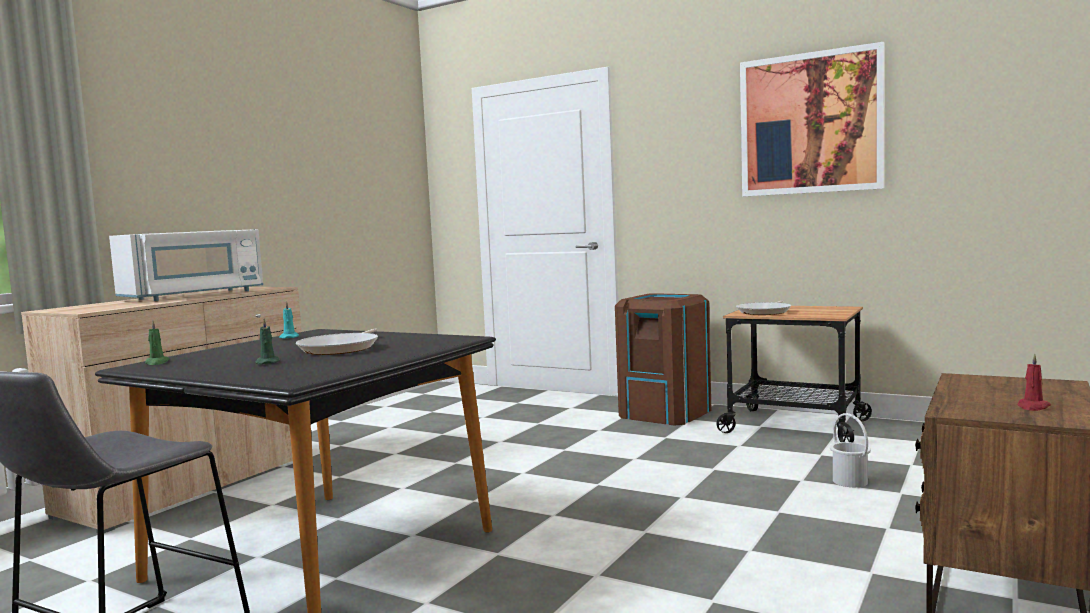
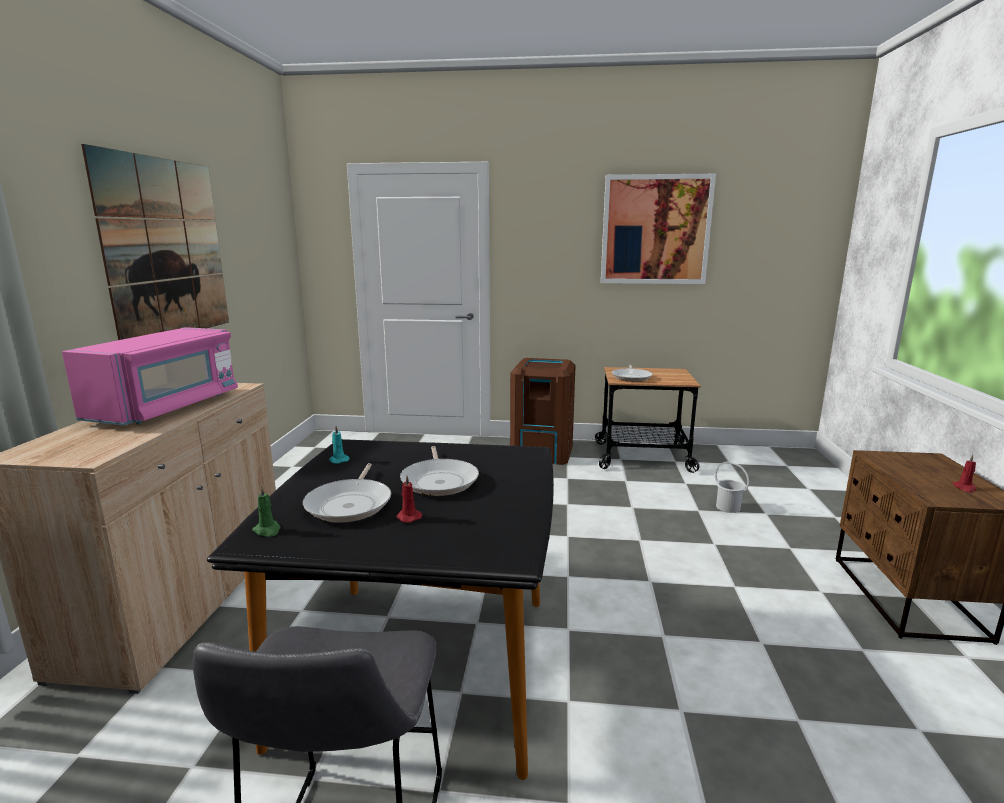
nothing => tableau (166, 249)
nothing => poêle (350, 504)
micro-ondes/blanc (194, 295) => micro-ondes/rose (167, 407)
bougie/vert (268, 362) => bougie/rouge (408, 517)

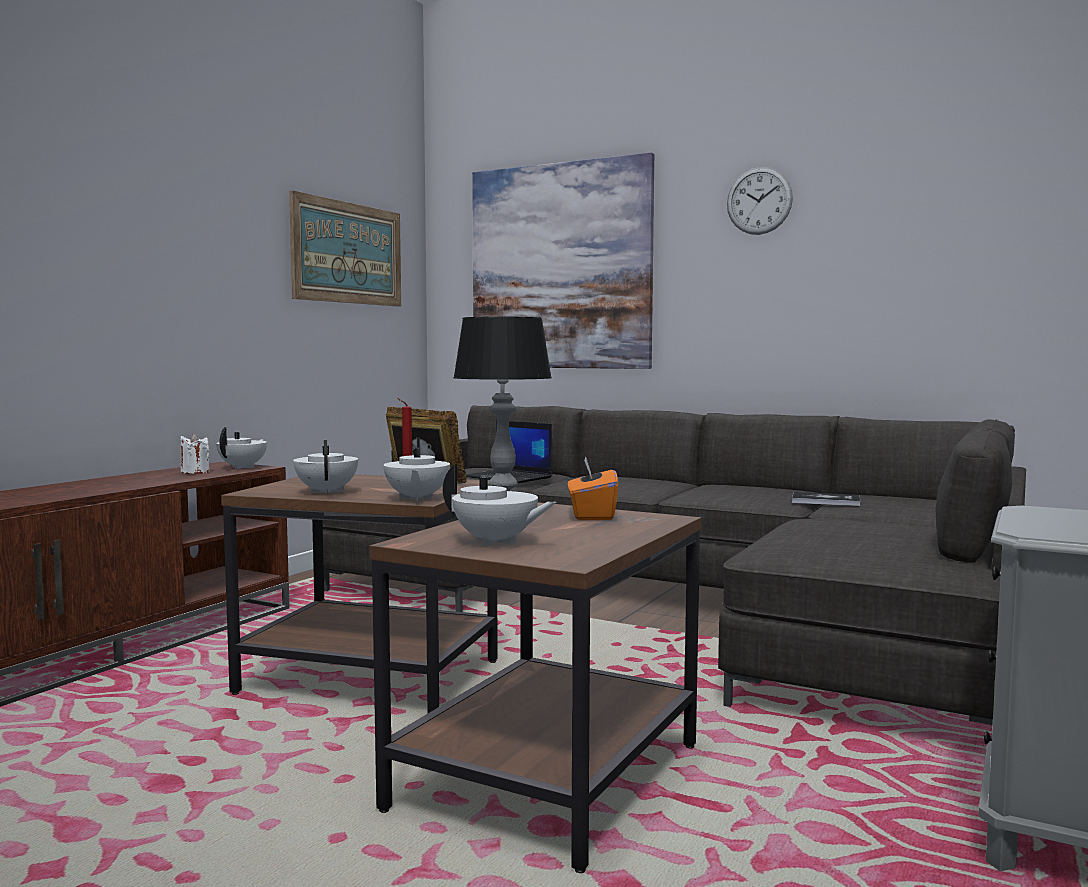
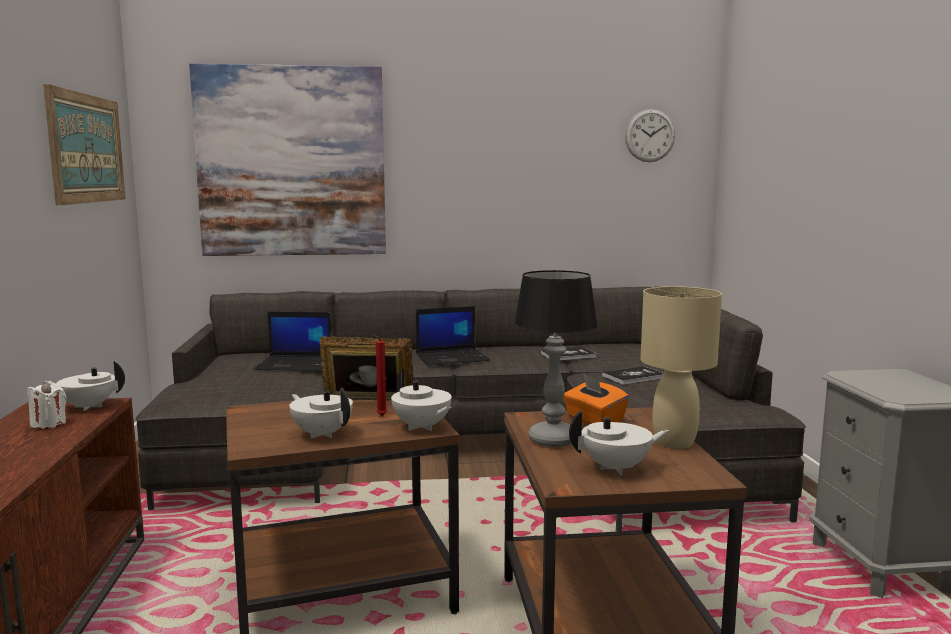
nothing => ordinateur portable (452, 358)
nothing => livre (633, 377)
nothing => lampe de table/beige (675, 442)
horloge murale (759, 201) => horloge murale (650, 135), shifted
théière/blanc (243, 467) => théière/blanc (88, 407), 75 degrees counterclockwise

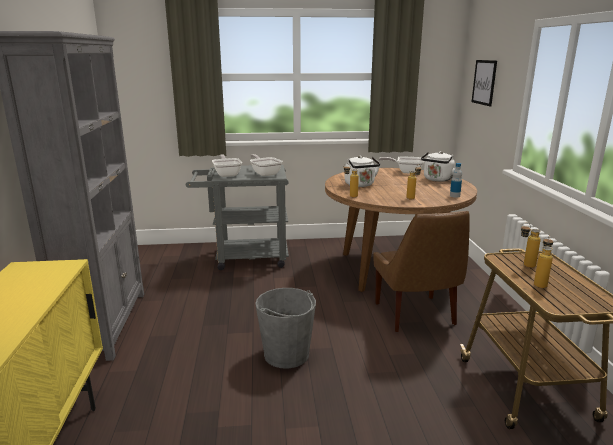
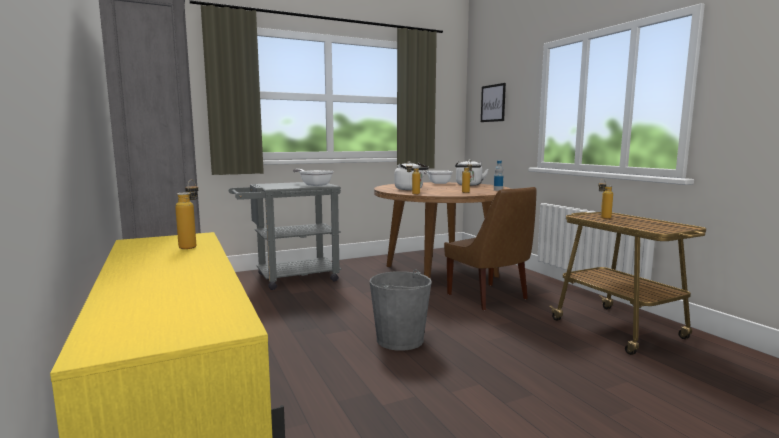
poêle (227, 174) => nothing
bouteille (540, 283) => bouteille (191, 246), shifted

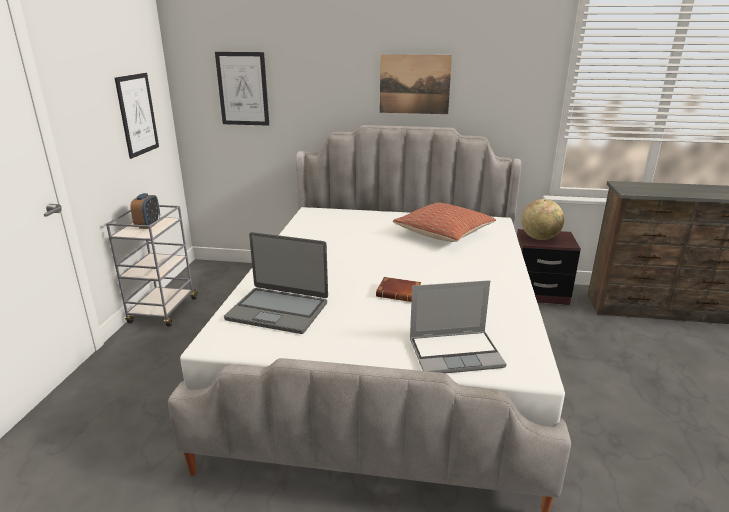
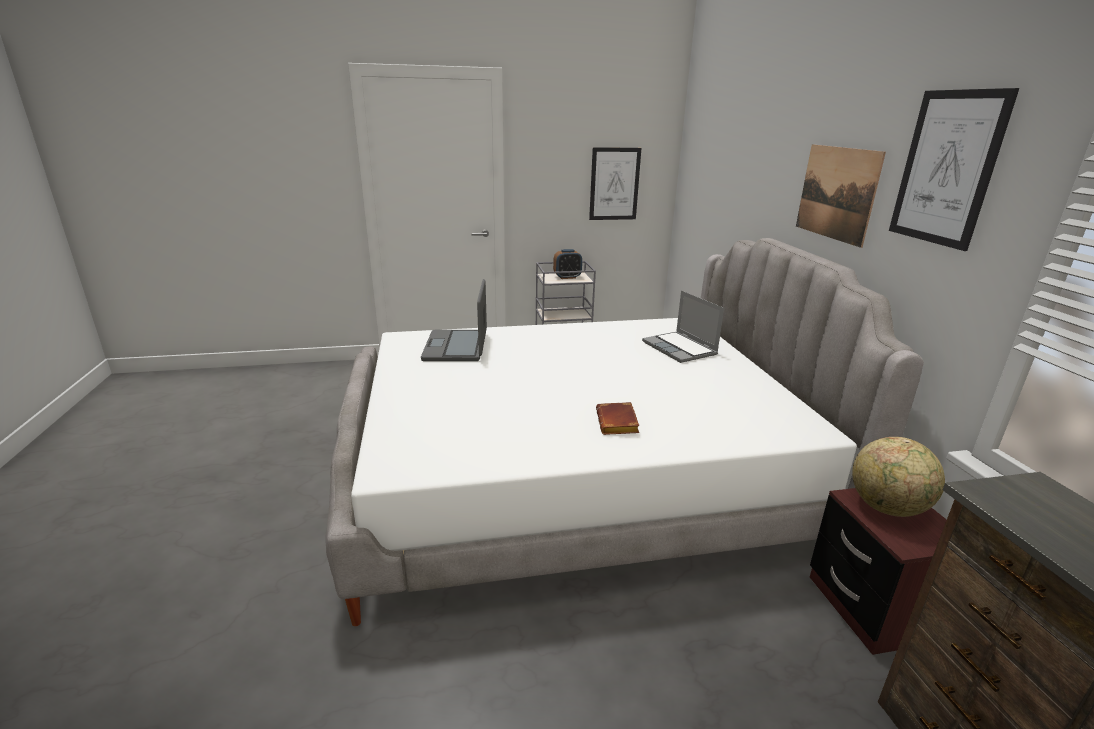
coussin (444, 233) => nothing
tableau (243, 89) => tableau (947, 168), shifted
livre/marron (400, 293) => livre/marron (618, 424), shifted
ordinateur portable (456, 353) => ordinateur portable (680, 349), shifted

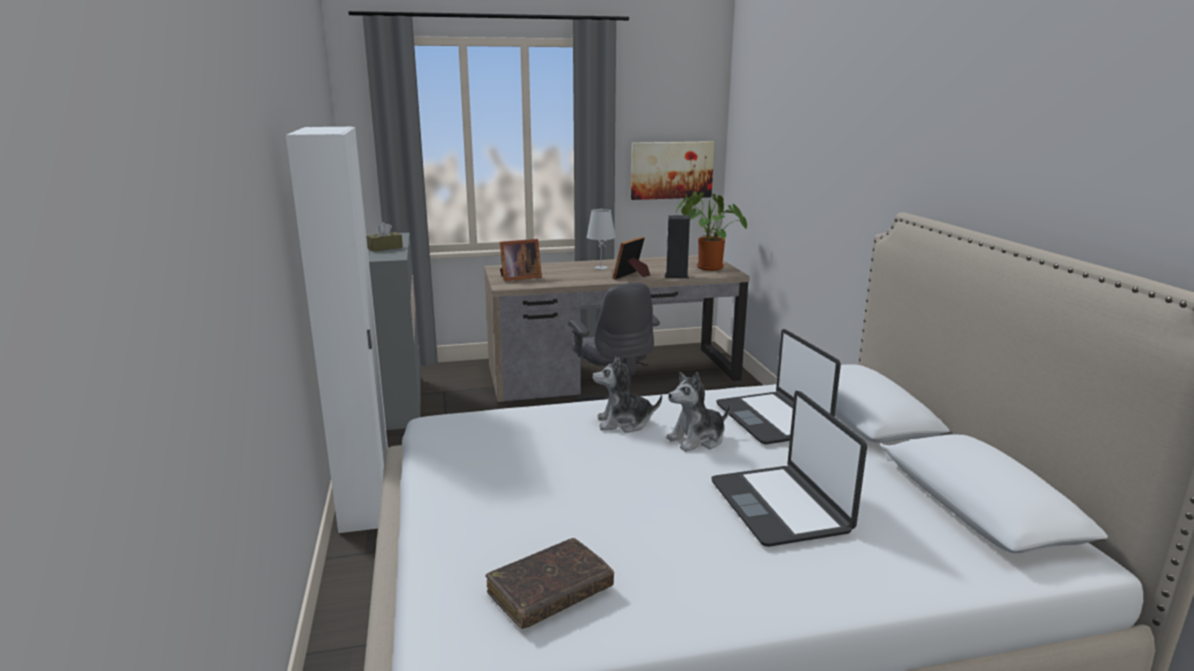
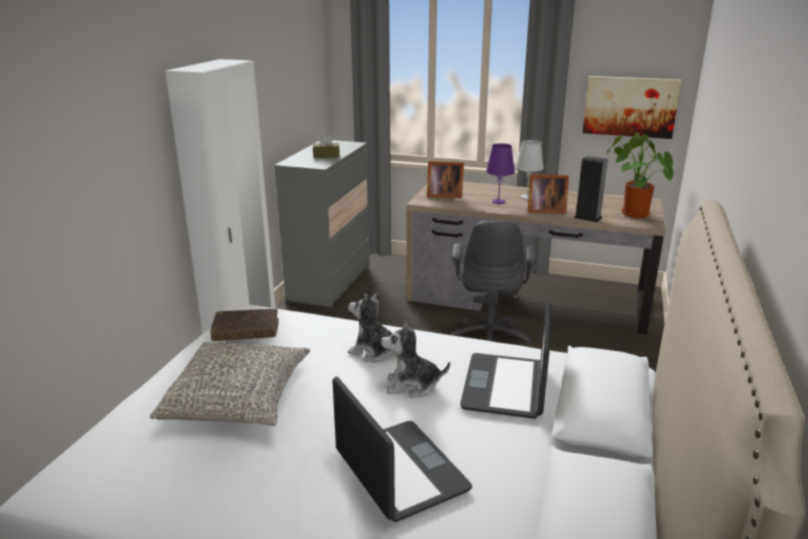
nothing => coussin/gris (238, 399)
nothing => lampe de table/violet (498, 201)
livre/marron (550, 592) => livre/marron (246, 331), shifted
cadre photo (632, 276) => cadre photo (544, 210), 150 degrees counterclockwise
ordinateur portable (780, 506) => ordinateur portable (399, 471), 135 degrees clockwise

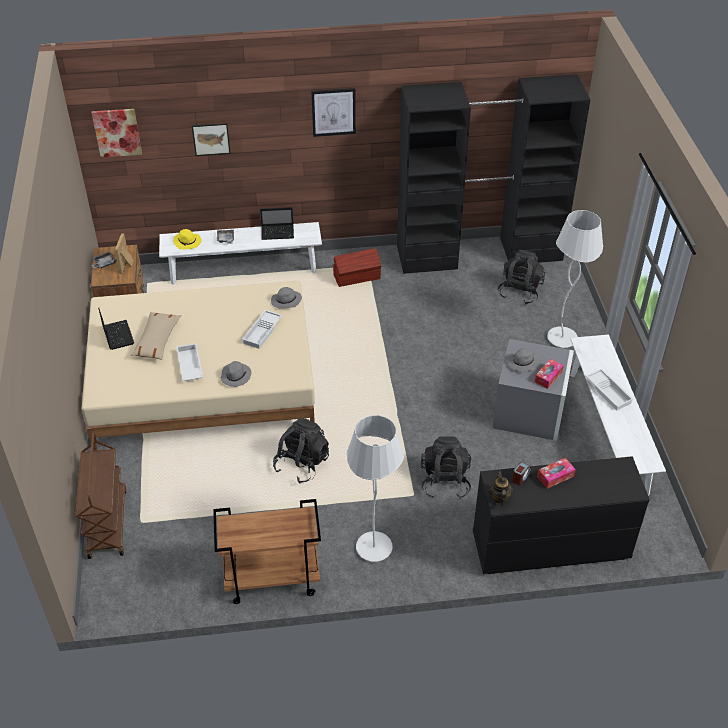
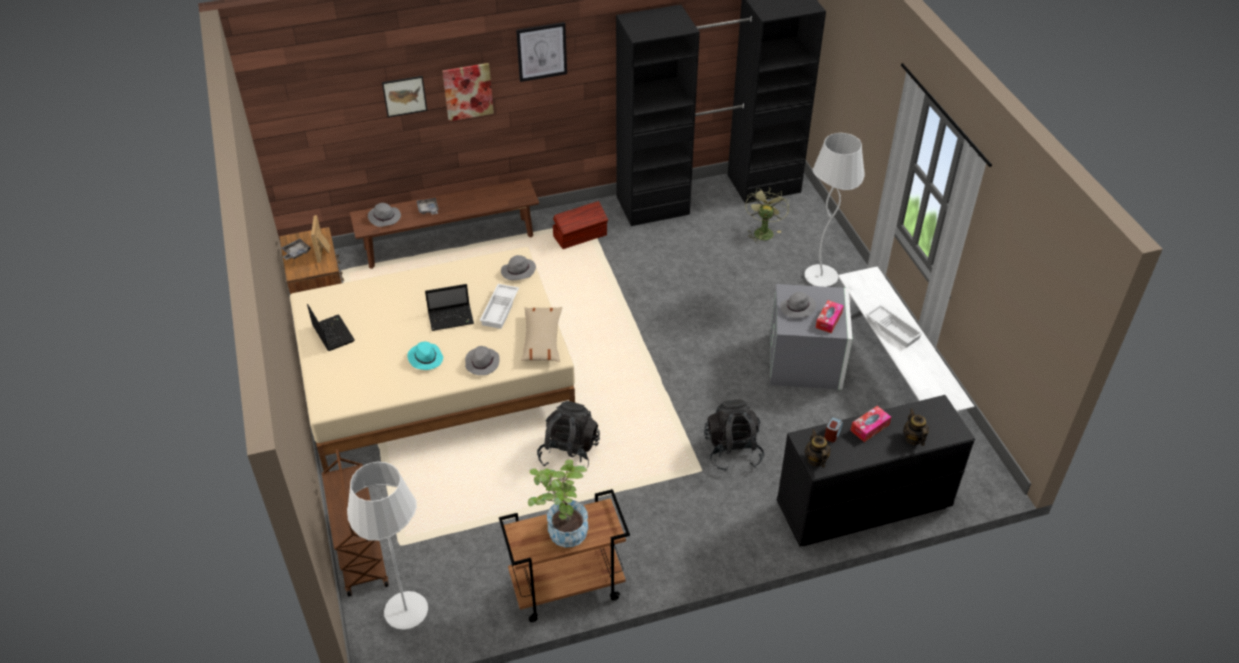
nothing => plante en pot (562, 529)
nothing => théière (913, 438)
tableau (117, 132) => tableau (468, 91), shifted
coussin/beige (157, 340) => coussin/beige (542, 340), shifted
ordinateur portable (278, 232) => ordinateur portable (452, 318), shifted
lampadaire/blanc (374, 548) => lampadaire/blanc (406, 612), shifted
plateau/blanc (189, 366) => chapeau/turquoise (425, 358)
sac à dos/noir (520, 291) => ventilateur/vert (763, 231)
banc/blanc (243, 270) => banc/marron (449, 242)
chapeau/jaune (188, 242) => chapeau/gris (385, 218)

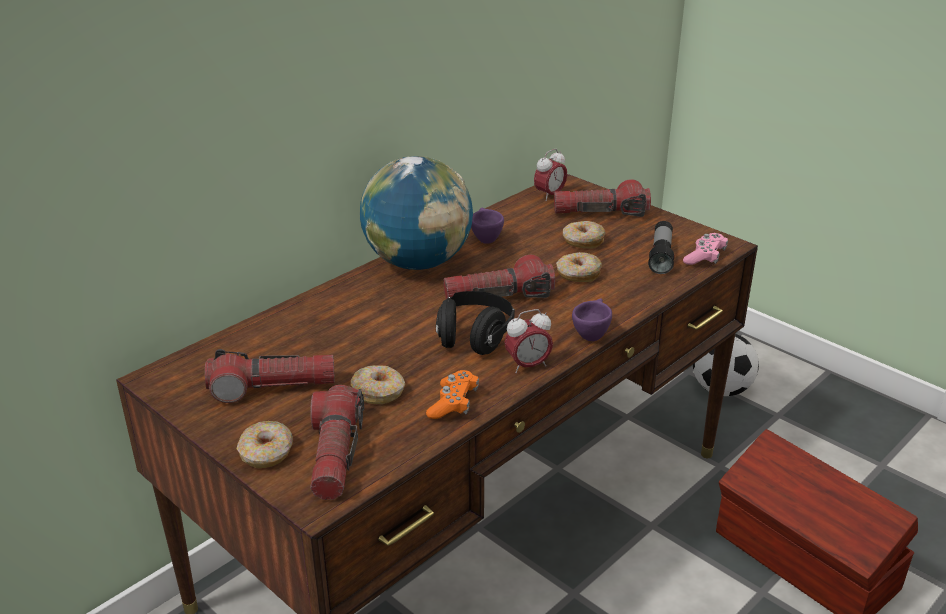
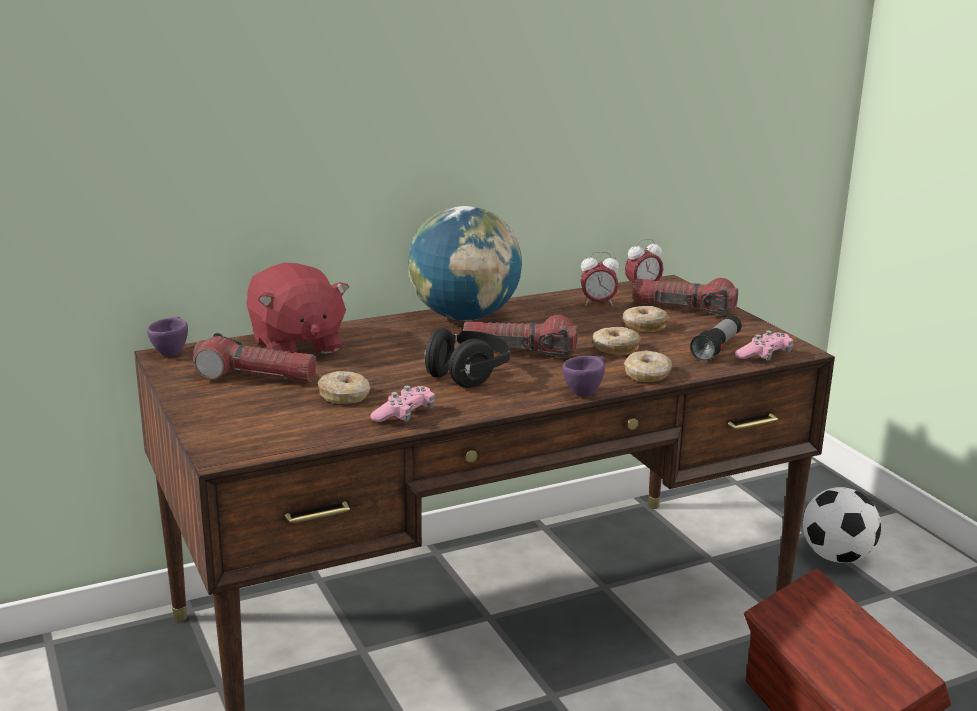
lampe de poche (335, 455) => nothing
nothing => peluche/rouge (296, 345)
beignet (266, 453) => beignet (647, 375), shifted
tasse/violet (485, 238) => tasse/violet (171, 352), shifted
réveil (527, 366) => réveil (598, 304), shifted
manette/orange (453, 404) => manette/rose (404, 415)

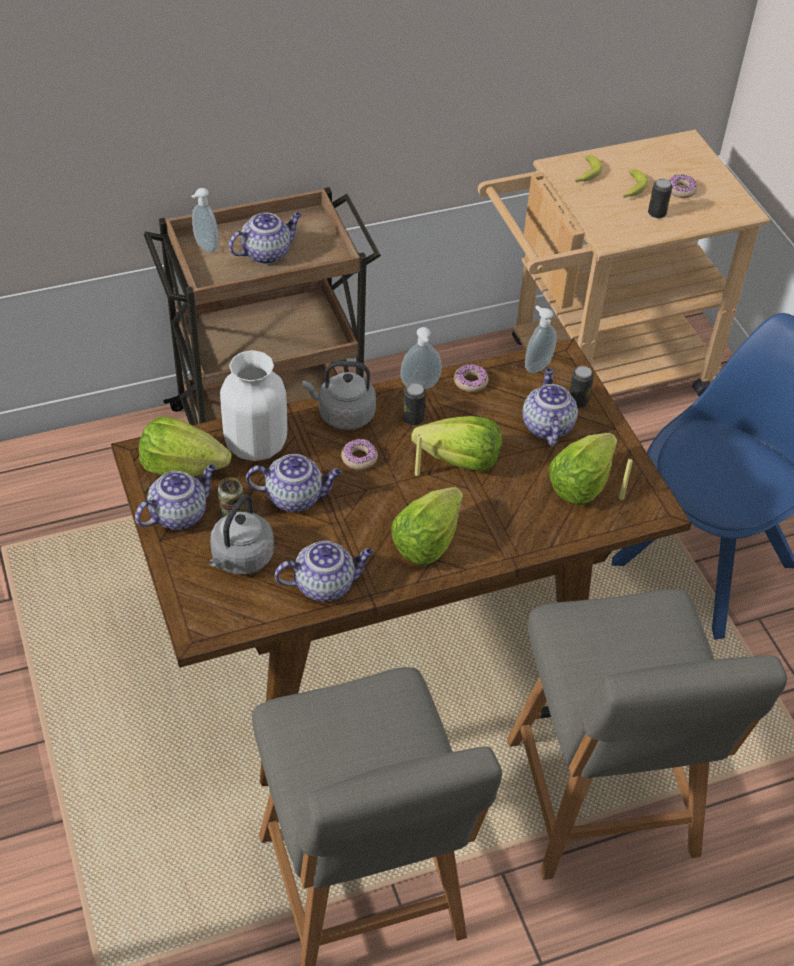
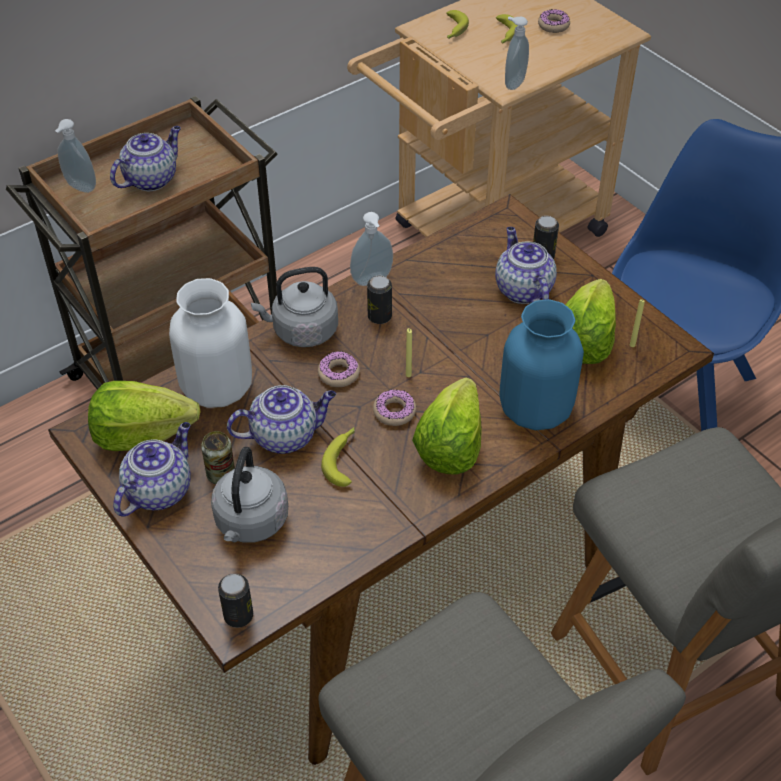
théière (325, 585) => nothing
laitue (460, 461) => nothing
nothing => banane (343, 459)
nothing => vase/bleu (535, 409)
beignet (470, 382) => beignet (394, 411), shifted
distributeur de savon (536, 365) => distributeur de savon (513, 83), shifted
boîte métallique (657, 213) => boîte métallique (238, 616), shifted

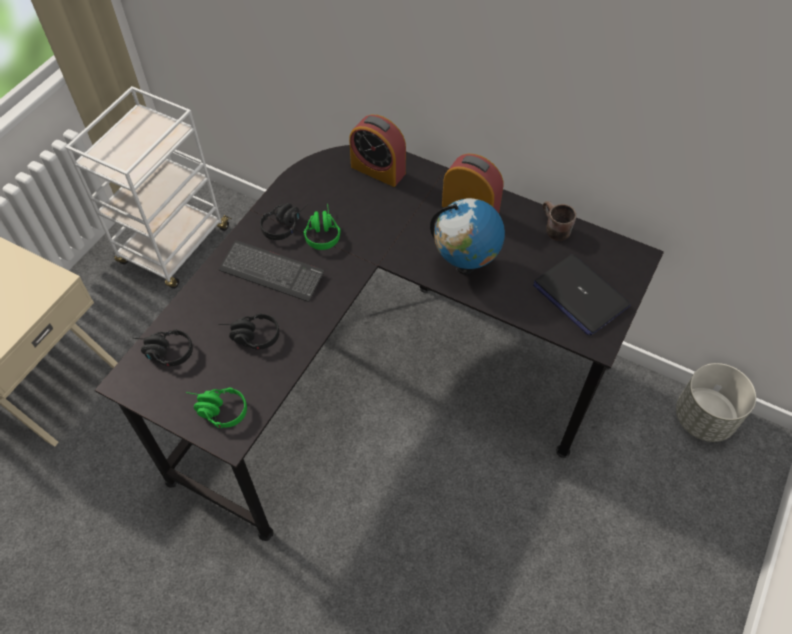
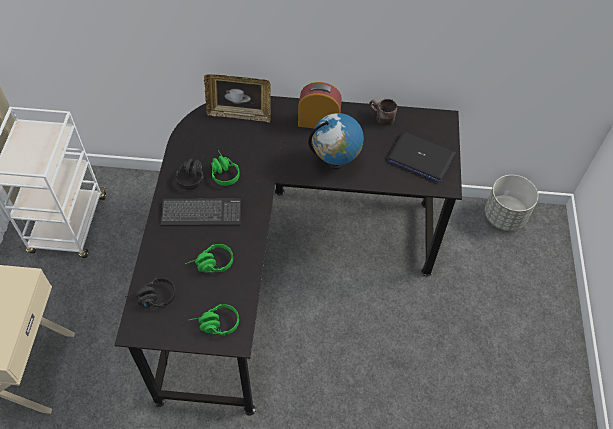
réveil (378, 170) => cadre photo (239, 114)
casque audio/noir (249, 337) => casque audio/vert (210, 265)

